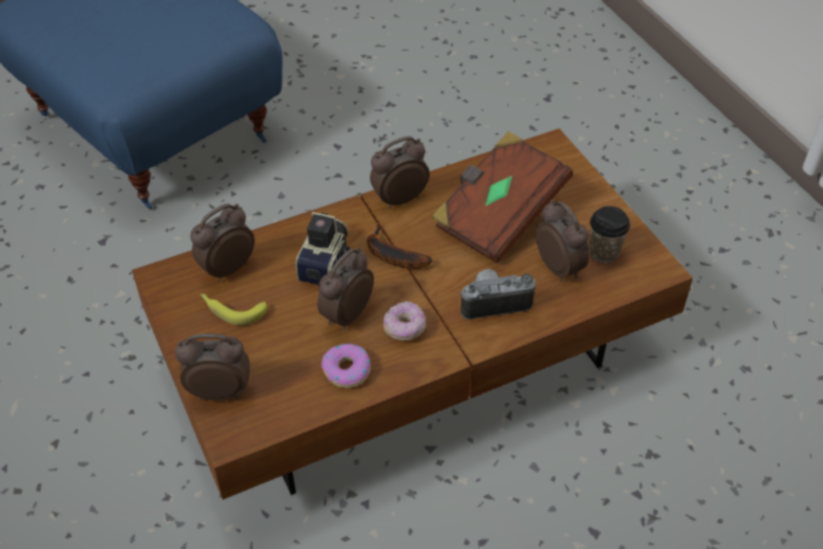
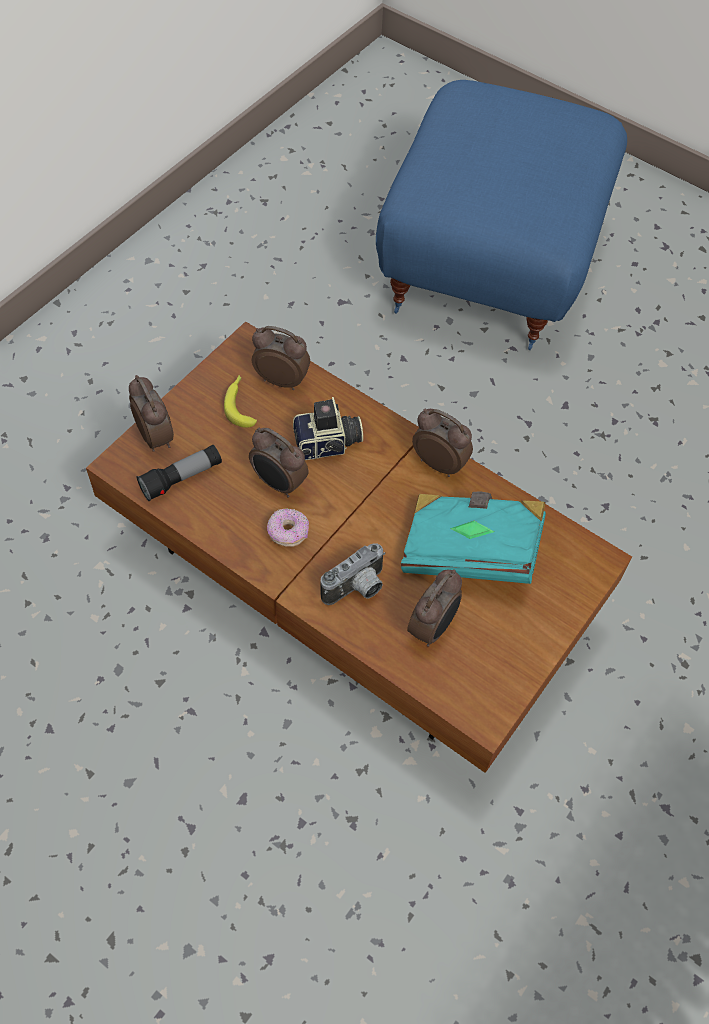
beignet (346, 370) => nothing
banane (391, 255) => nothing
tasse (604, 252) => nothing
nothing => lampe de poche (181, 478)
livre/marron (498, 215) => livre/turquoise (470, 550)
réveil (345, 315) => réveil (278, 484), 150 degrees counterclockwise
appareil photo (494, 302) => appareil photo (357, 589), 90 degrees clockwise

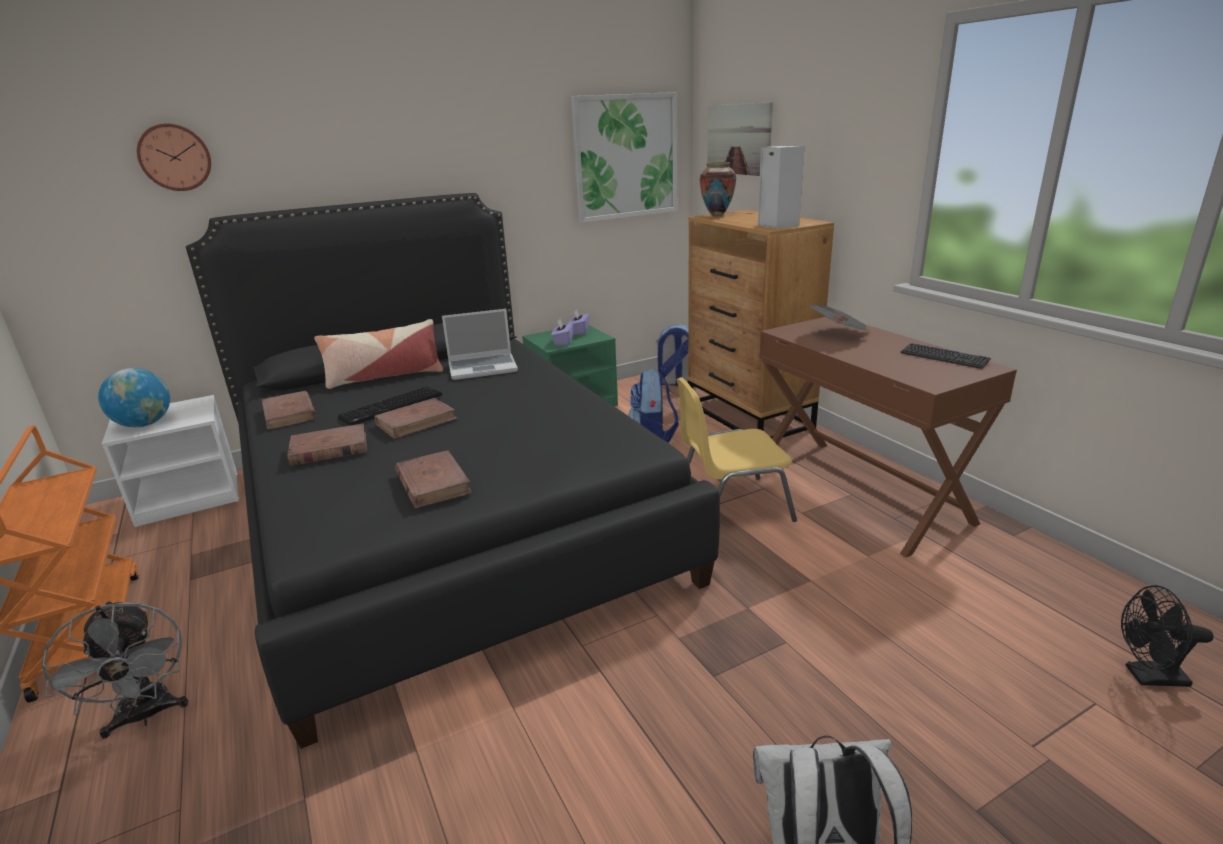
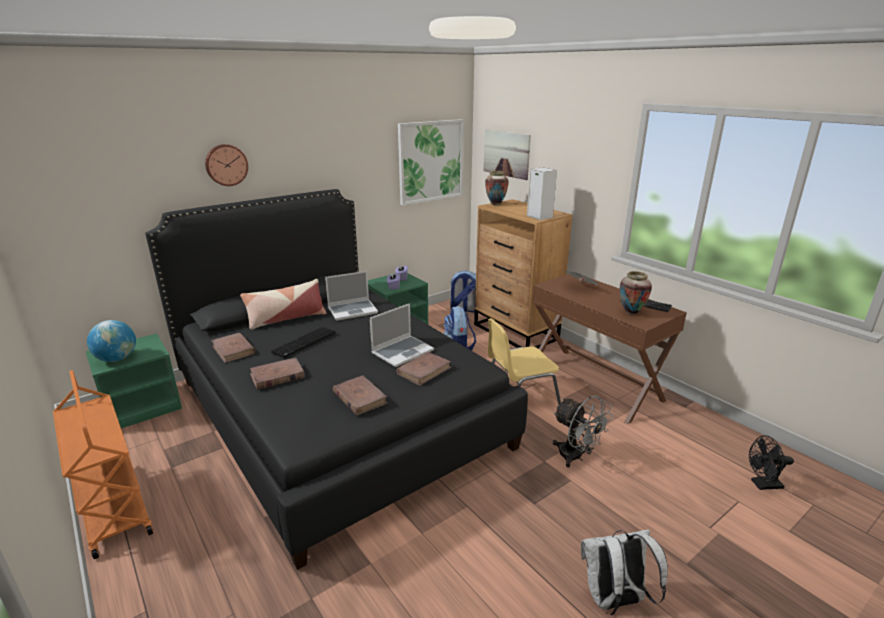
nothing => ordinateur portable (402, 351)
nothing => vase (631, 313)
ventilateur/gris (146, 716) => ventilateur/gris (576, 457), shifted
horloge murale (175, 157) => horloge murale (226, 165), shifted
livre/marron (416, 422) => livre/marron (424, 371), shifted
table de chevet/blanc (190, 496) => table de chevet/vert (143, 407)

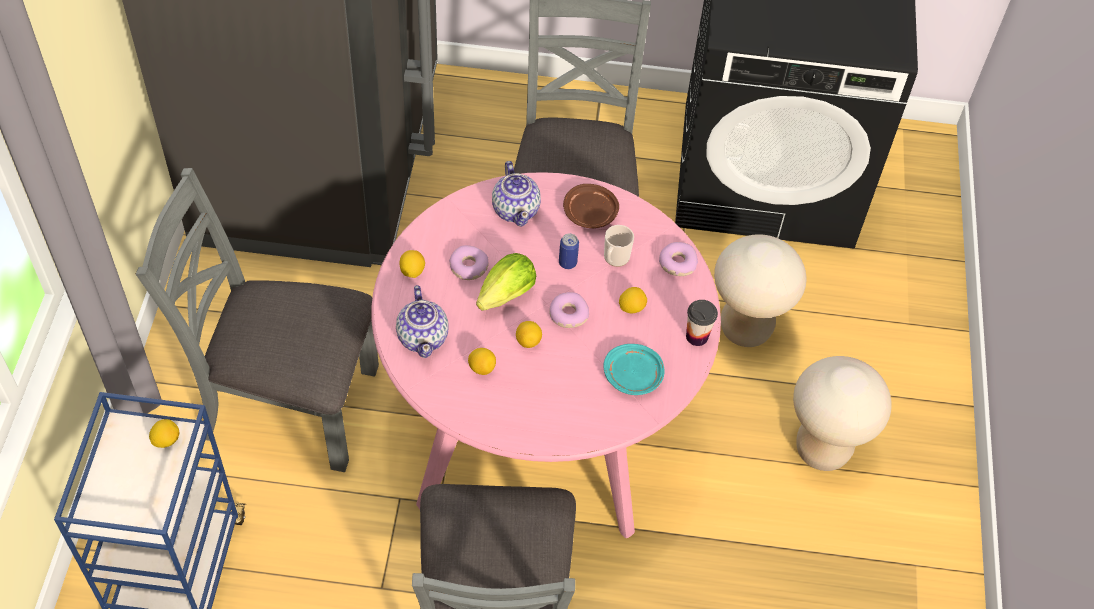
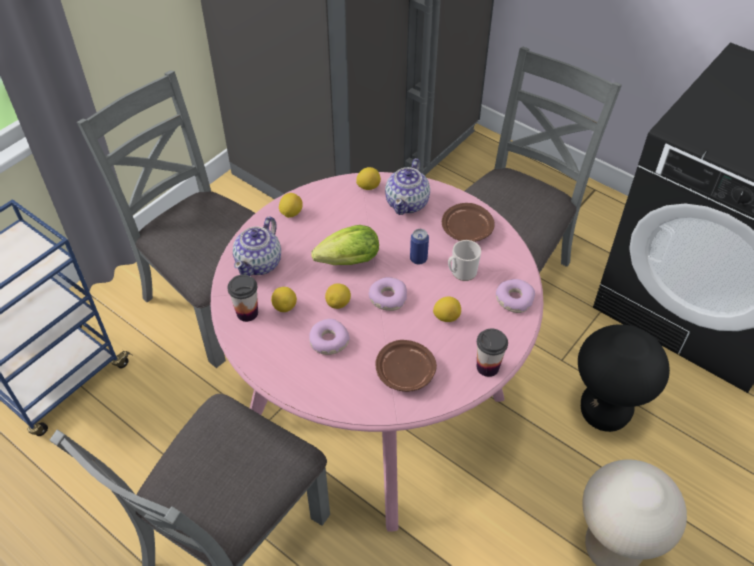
nothing => tasse (247, 313)
citron (166, 440) => citron (368, 187), shifted
beignet (468, 267) => beignet (328, 341), shifted
assiette/turquoise (633, 375) => assiette/marron (405, 372)
tabouret/beige (745, 328) => tabouret/noir (604, 412)

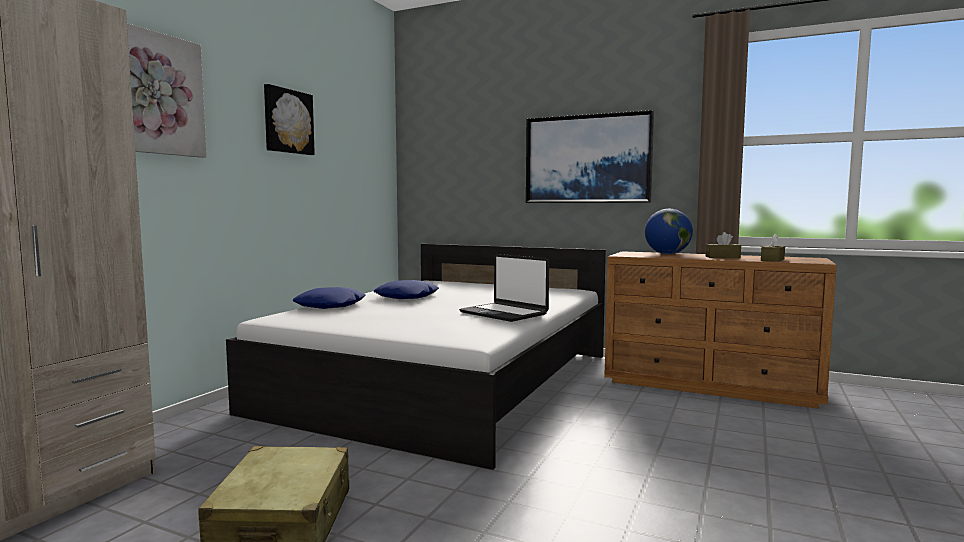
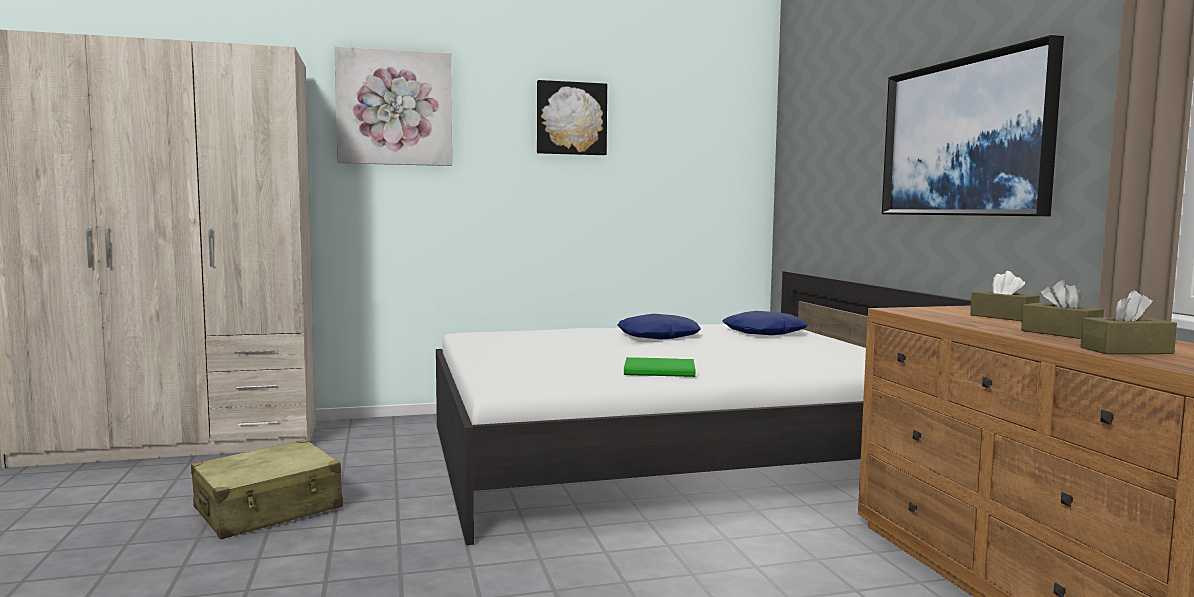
coussin/bleu (330, 306) => coussin/bleu (764, 333), shifted
ordinateur portable (504, 313) => livre/vert (661, 370)
globe (667, 254) => boîte à mouchoirs/marron (1003, 317)

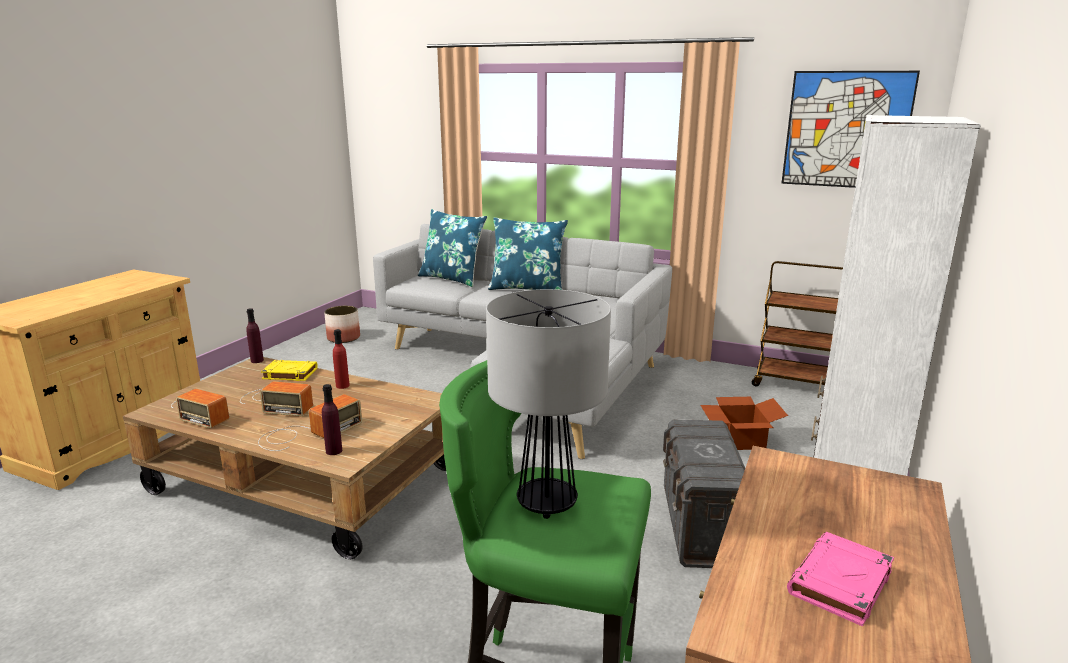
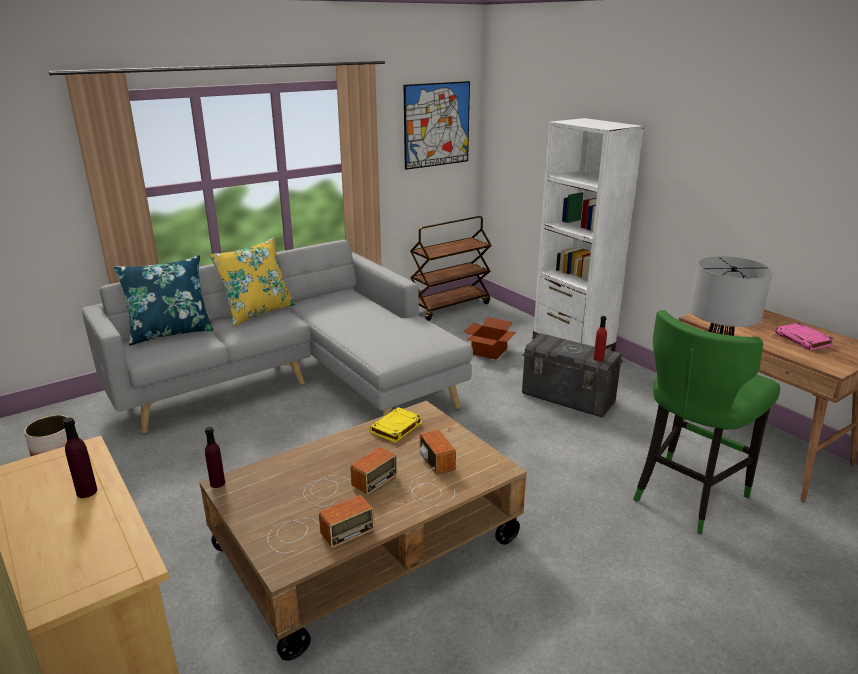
livre/jaune (289, 374) => livre/jaune (396, 428), shifted
bouteille/violet (334, 451) => bouteille/violet (87, 492), shifted
bouteille/rouge (342, 386) => bouteille/rouge (598, 359), shifted
coussin/bleu (527, 288) => coussin/jaune (257, 312)

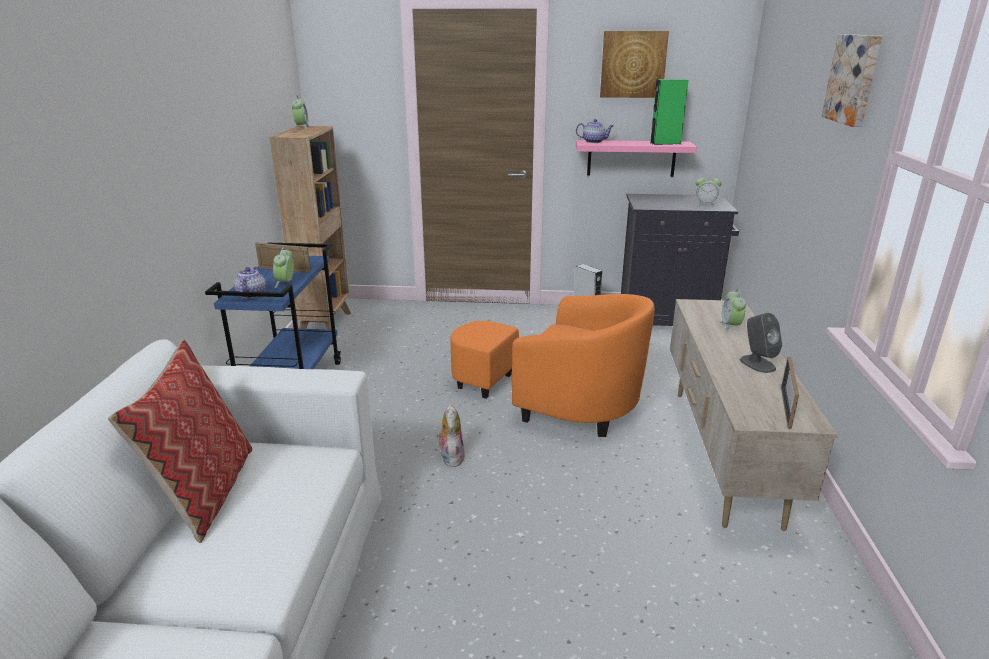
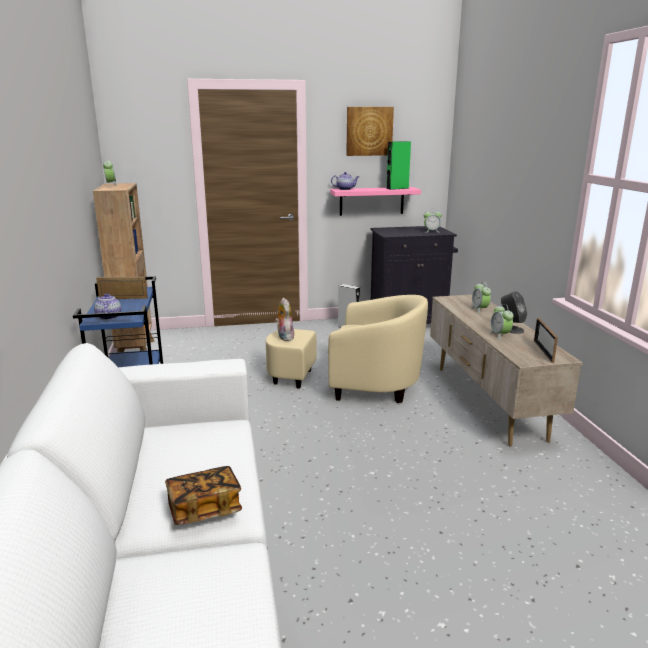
coussin (205, 492) => nothing
tableau (854, 79) => nothing
nothing => livre (204, 508)
réveil (285, 283) => réveil (500, 335), shifted
peluche (451, 457) => peluche (284, 337), shifted
fauteuil/orange (555, 402) => fauteuil/beige (354, 384)

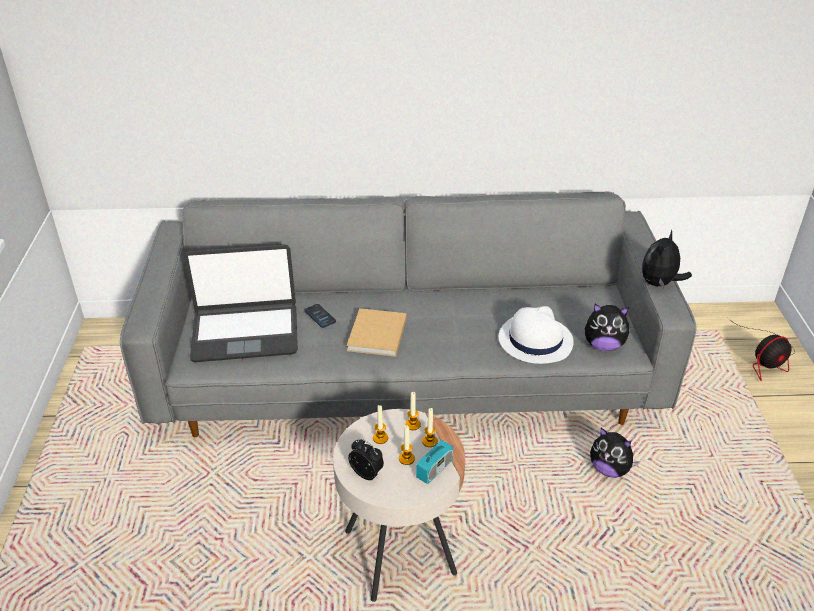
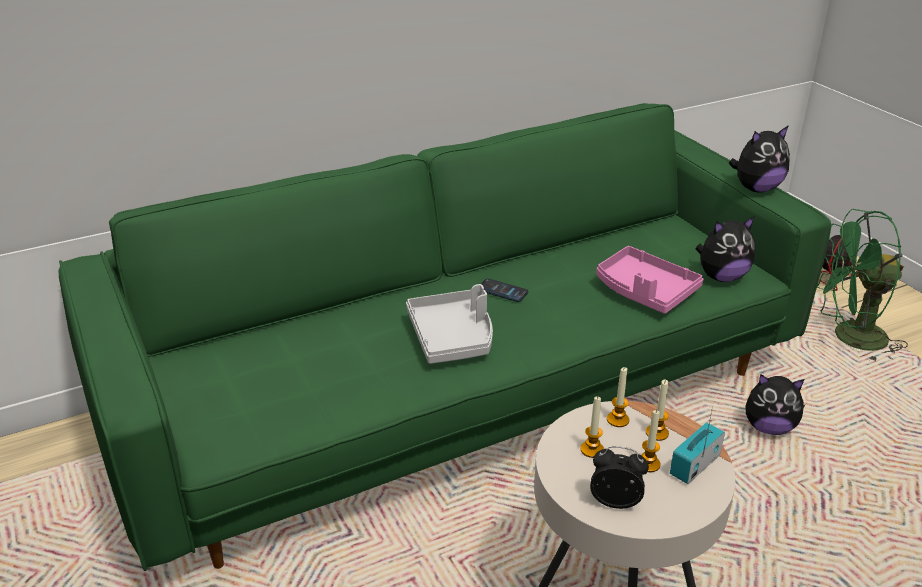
ordinateur portable (245, 333) => nothing
nothing => ventilateur/vert (849, 338)
téléphone (320, 316) => téléphone (502, 291), shifted
livre/beige (377, 336) => plateau/gris (453, 337)
chapeau/blanc (534, 340) => plateau/rose (644, 291)
canapé/gris (407, 375) => canapé/vert (461, 394)
radio (434, 469) => radio (694, 465), 150 degrees counterclockwise
peluche (659, 283) => peluche (756, 188), 120 degrees counterclockwise

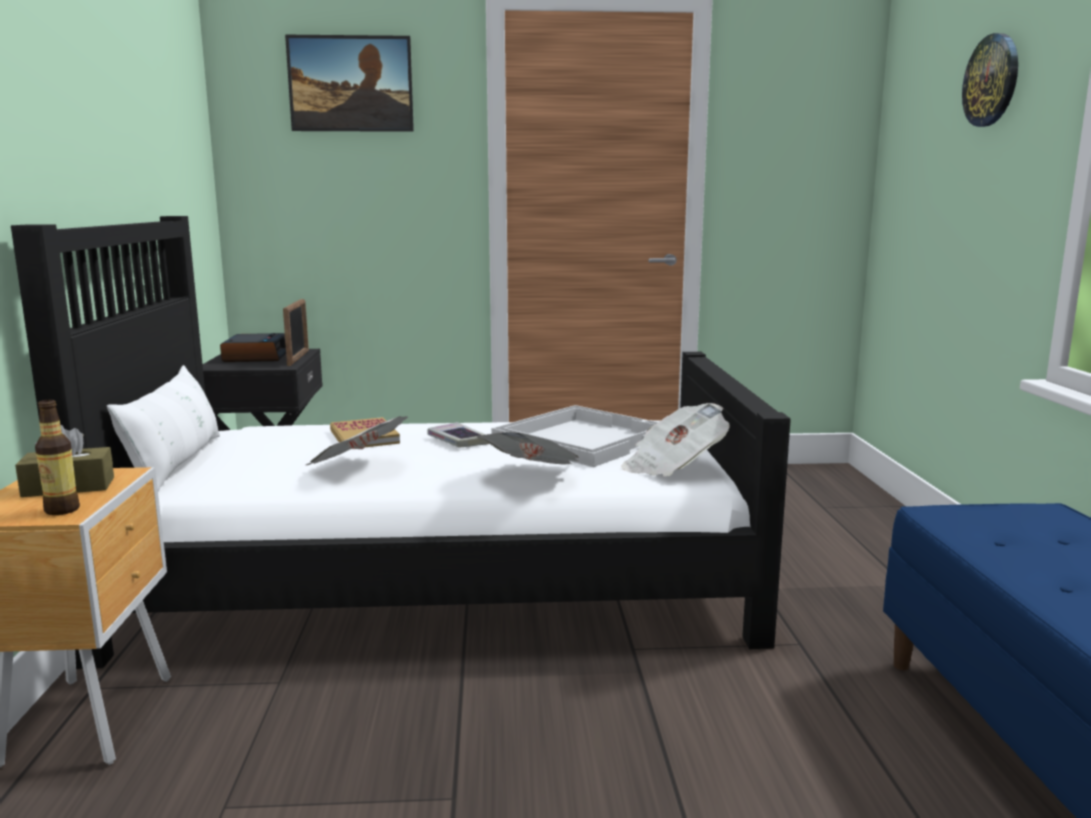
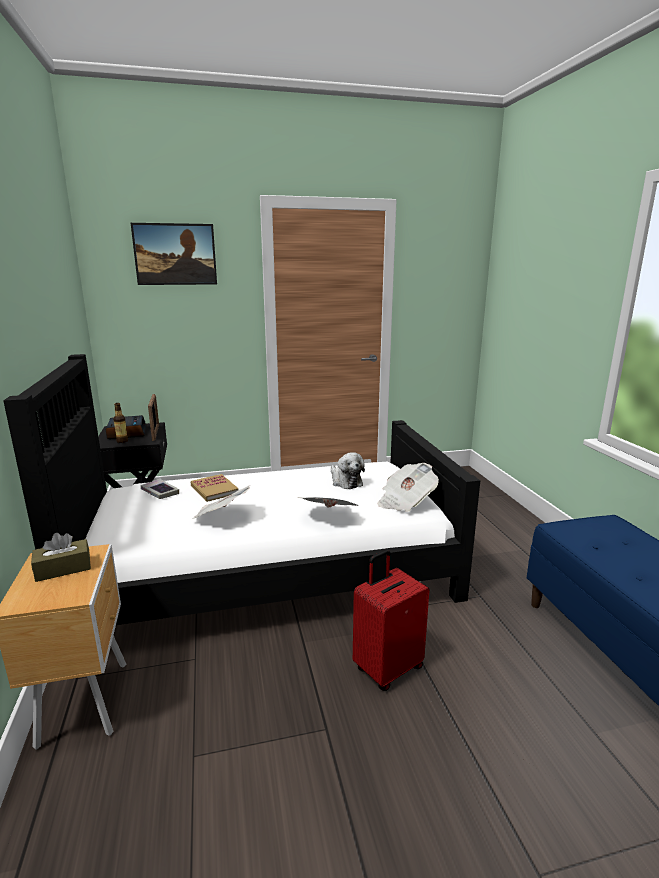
coussin/blanc (177, 463) => nothing
horloge murale (991, 80) => nothing
nothing => valise/rouge (387, 668)
bouteille (62, 510) => bouteille (122, 441), shifted
livre (458, 441) => livre (160, 492), shifted
plateau/blanc (583, 438) => peluche (345, 481)

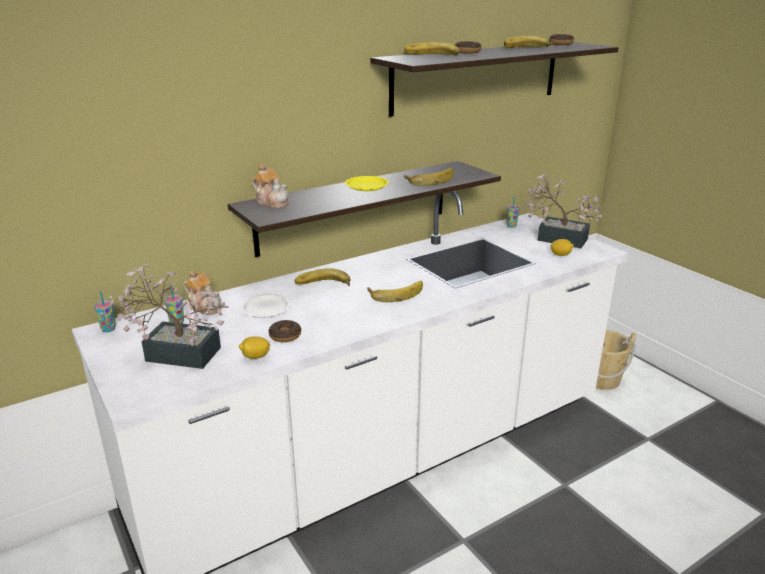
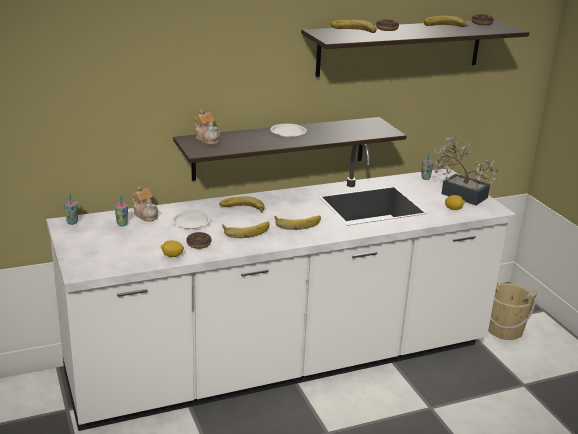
plante en pot (176, 352) => nothing
banane (430, 179) => banane (246, 230), shifted
assiette/jaune (367, 186) => assiette/blanc (288, 133)

